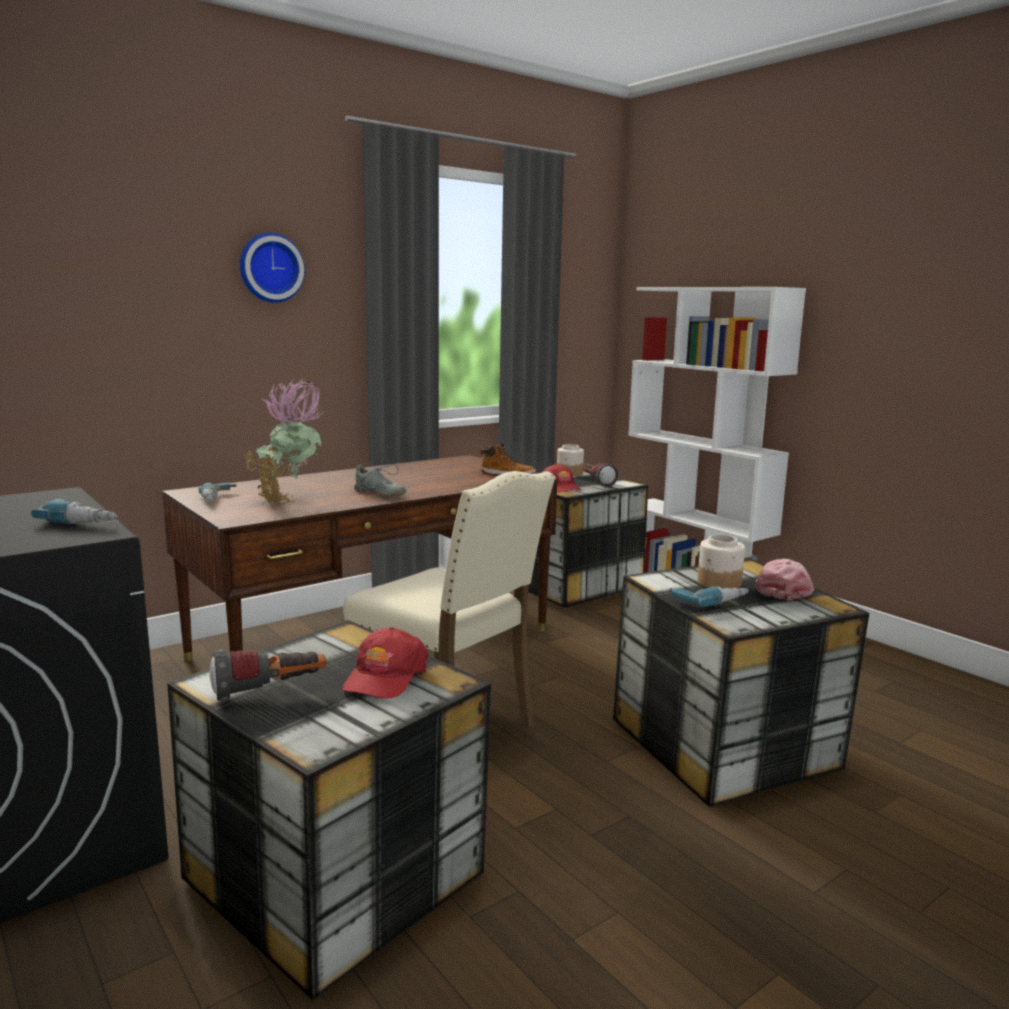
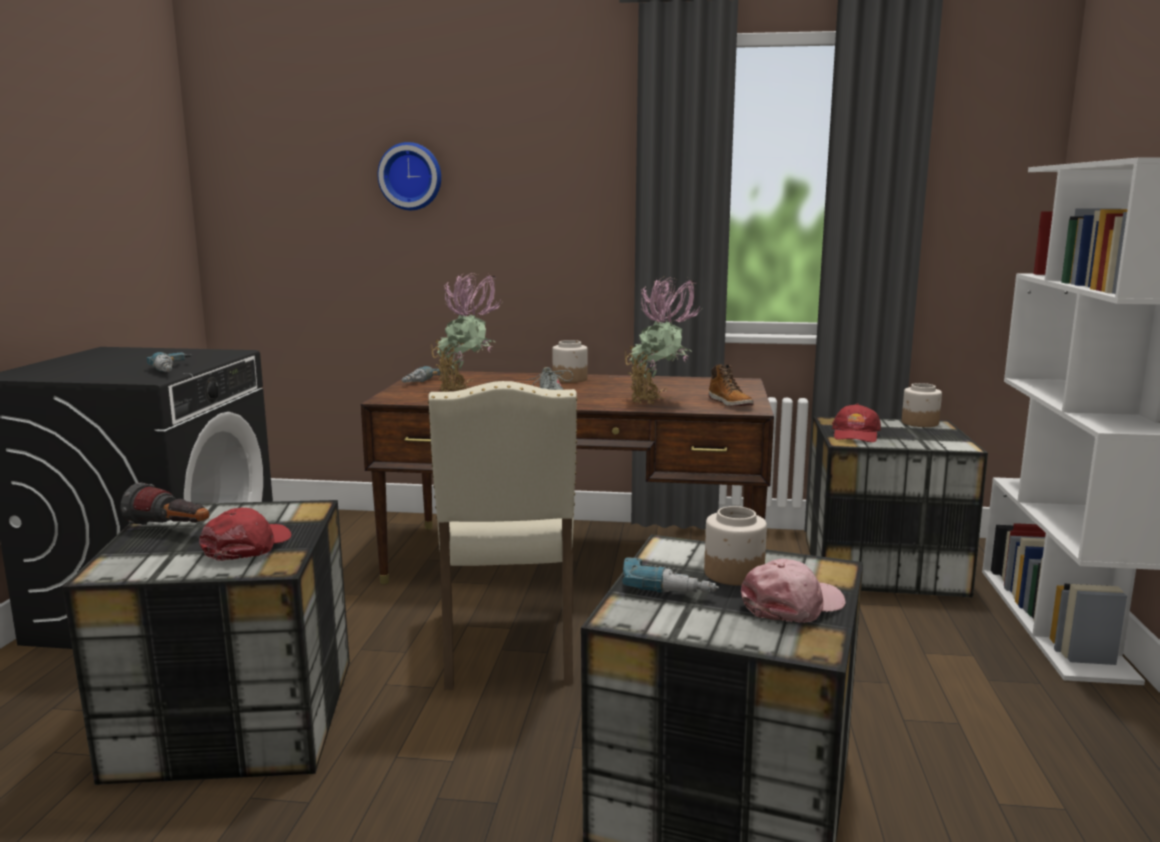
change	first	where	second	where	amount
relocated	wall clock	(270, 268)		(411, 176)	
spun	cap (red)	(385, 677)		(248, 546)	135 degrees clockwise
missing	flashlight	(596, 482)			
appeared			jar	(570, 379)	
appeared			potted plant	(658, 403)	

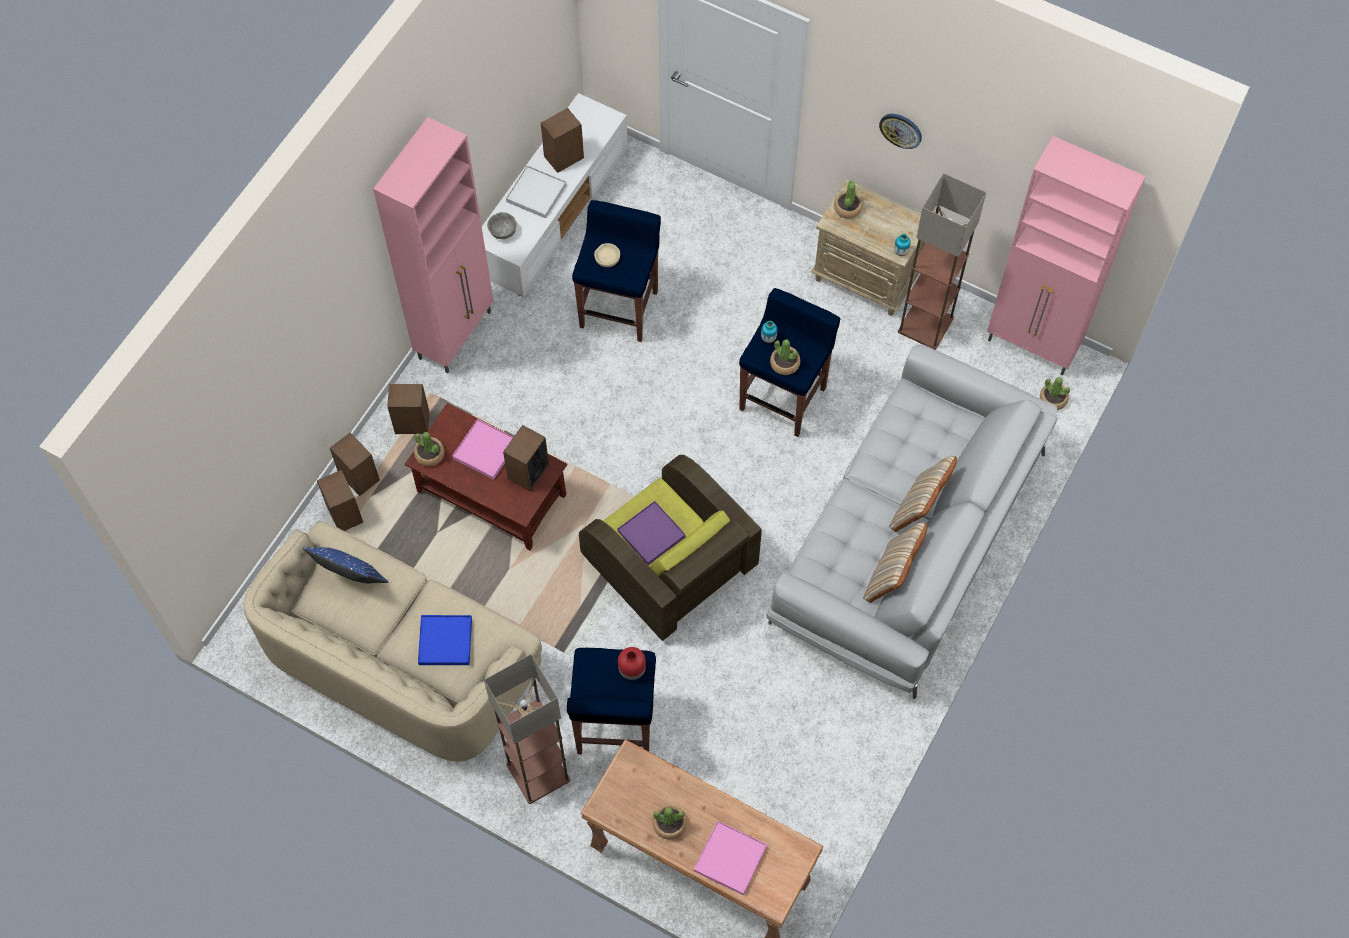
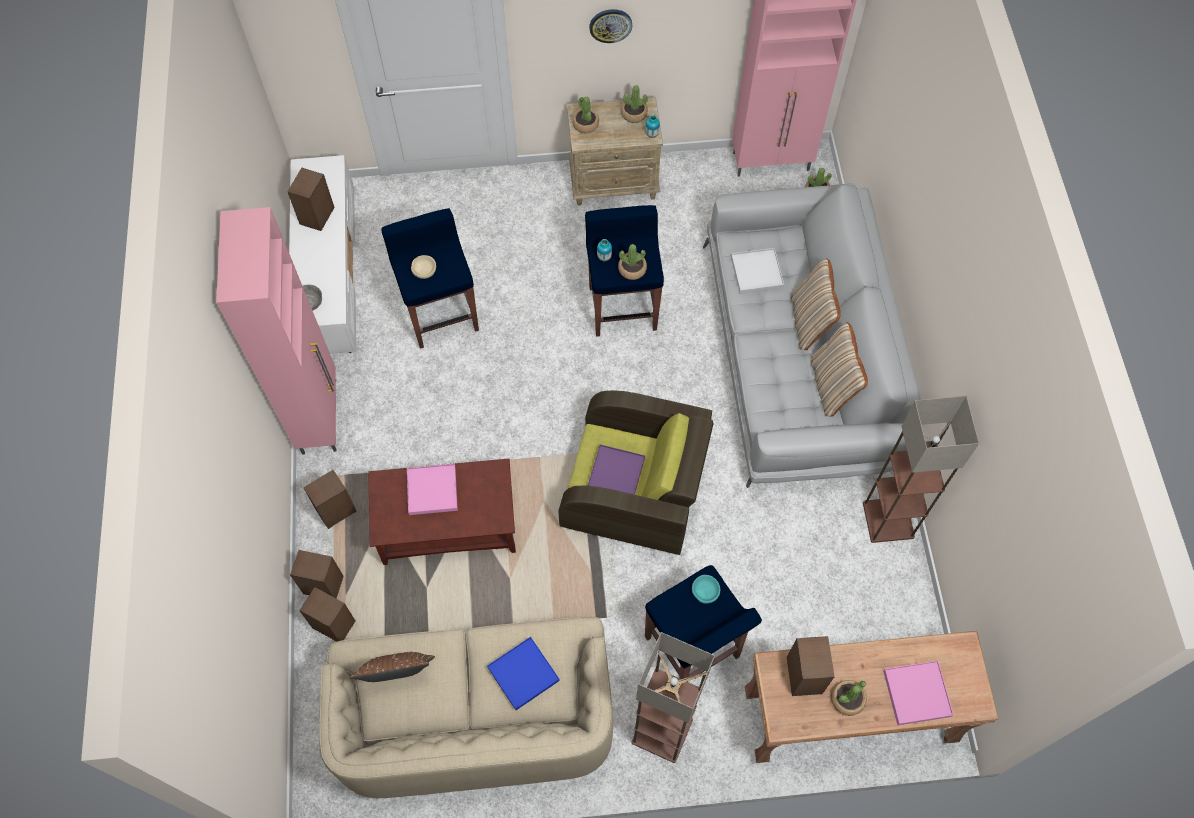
change	first	where	second	where	amount
colour	pillow (blue)	(351, 578)	pillow (brown)	(398, 675)	
relocated	potted plant	(429, 454)		(634, 114)	
relocated	speaker	(528, 472)		(804, 675)	
relocated	tray (white)	(536, 193)		(756, 272)	
exchanged	vase (red)	(631, 669)	bowl (turquoise)	(705, 590)	
relocated	floor lamp	(926, 326)		(889, 520)	

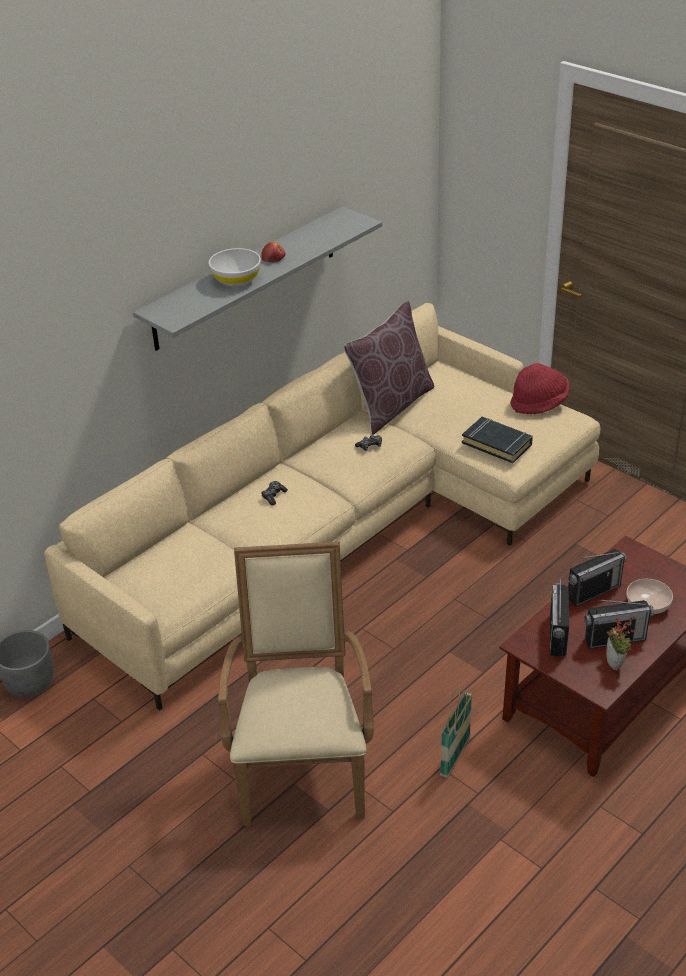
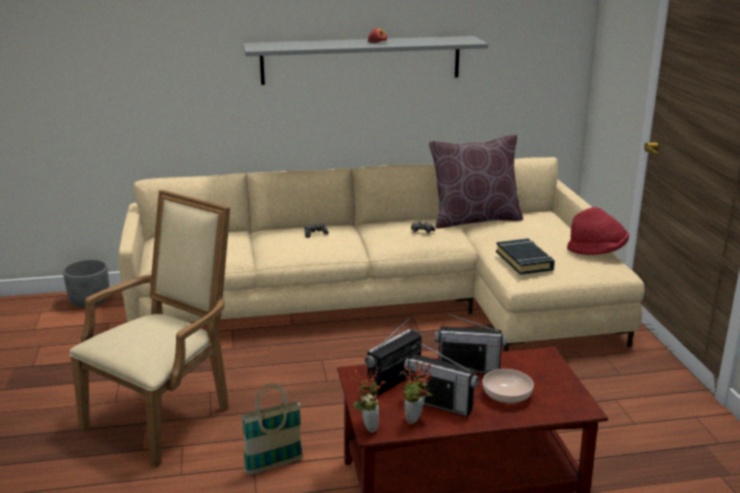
change	first	where	second	where	amount
missing	bowl (white)	(236, 280)			
appeared			potted plant	(367, 425)	

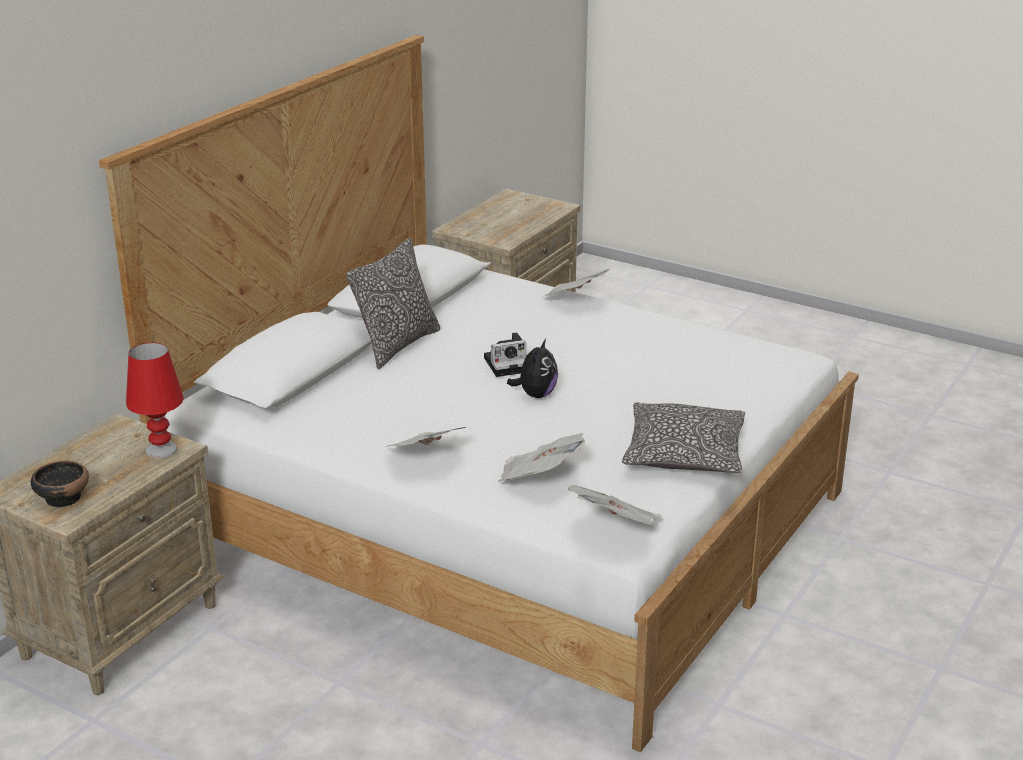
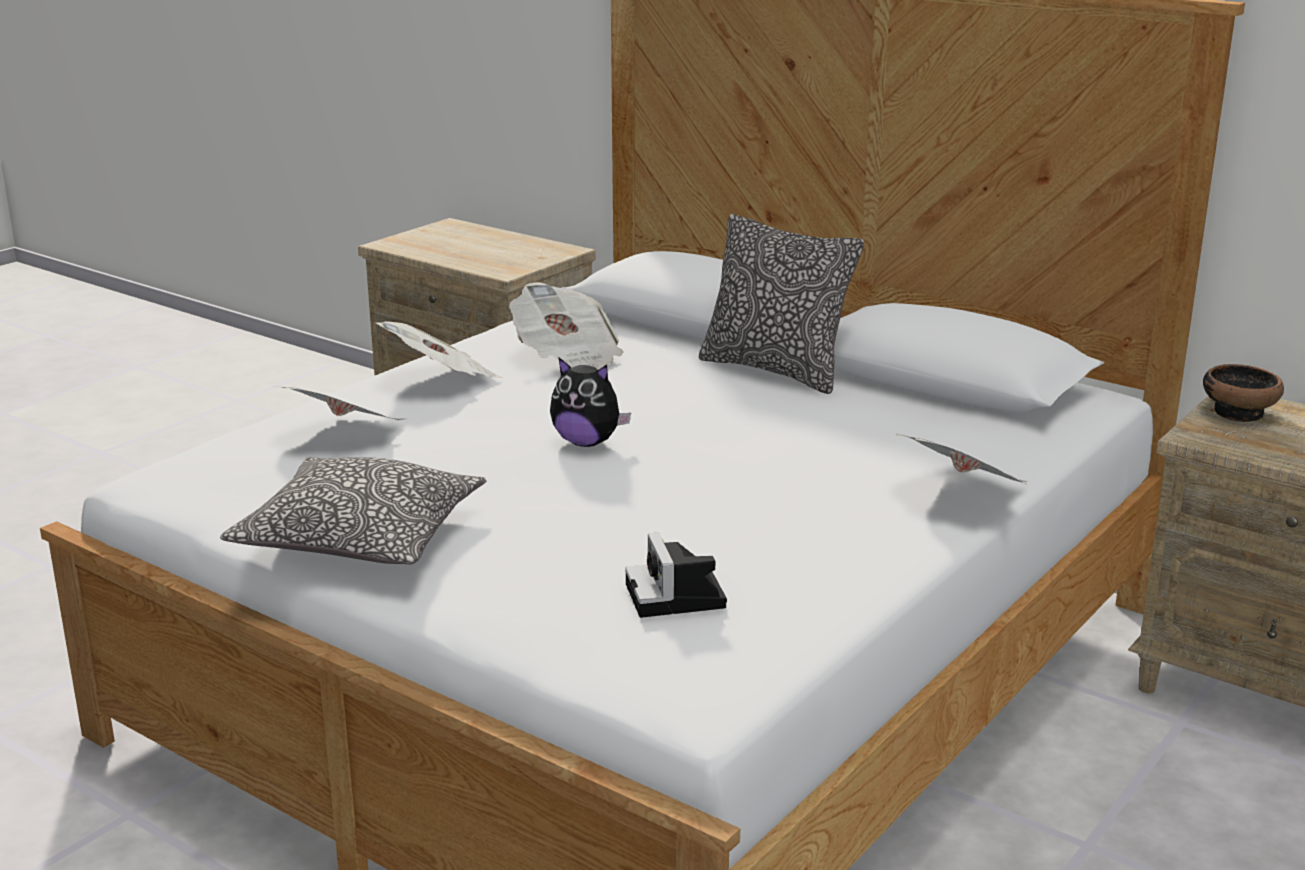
change	first	where	second	where	amount
relocated	bowl	(62, 497)		(1239, 412)	
missing	table lamp (red)	(161, 450)			
relocated	photo camera	(508, 364)		(677, 598)	
relocated	newspaper	(617, 527)		(567, 358)	

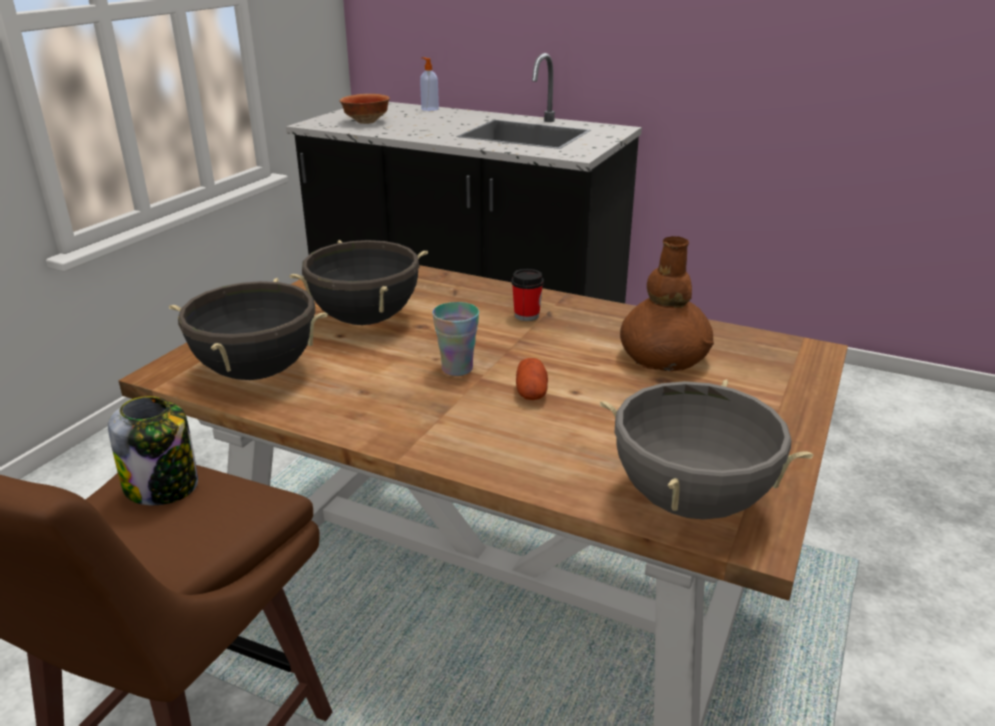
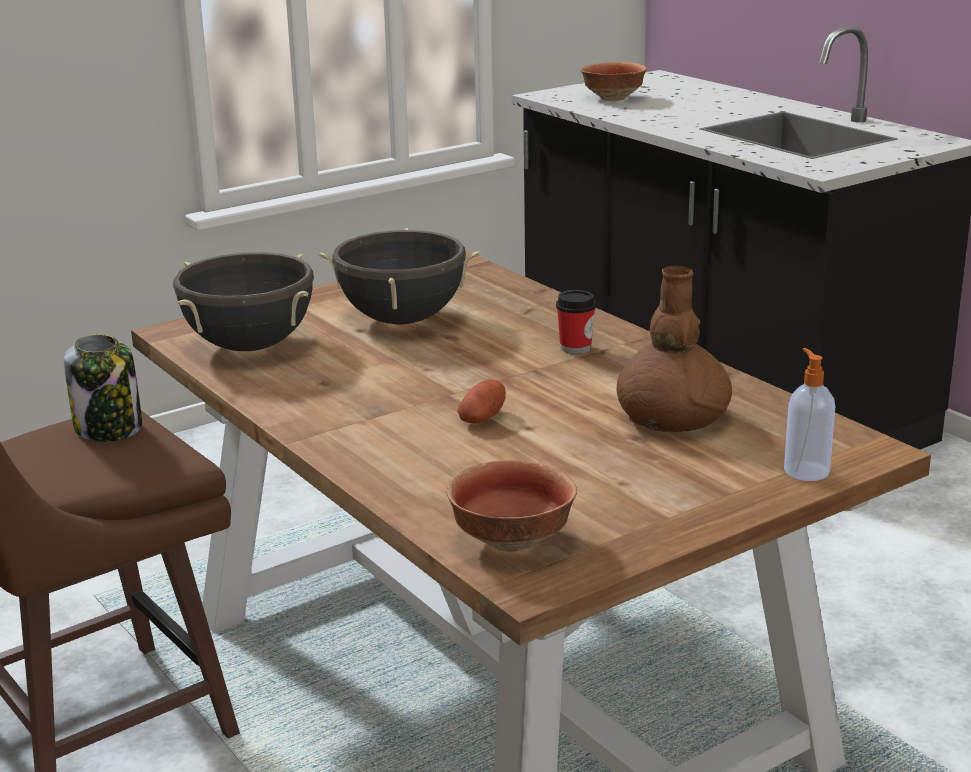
change	first	where	second	where	amount
relocated	soap dispenser	(429, 109)		(805, 470)	
missing	cup	(457, 368)			
exchanged	cooking pot (grey)	(690, 500)	bowl	(511, 540)	

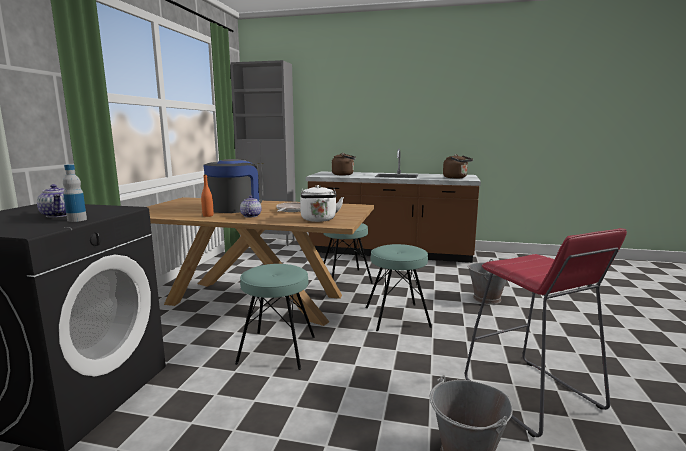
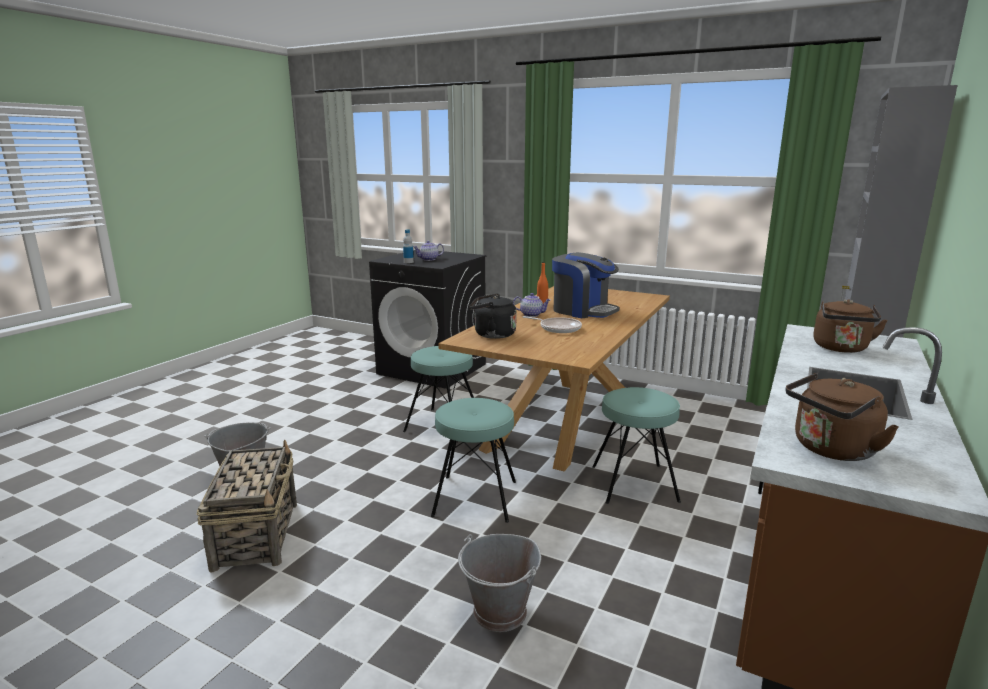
change	first	where	second	where	amount
colour	kettle (white)	(319, 220)	kettle (black)	(492, 334)	
exchanged	stool (red)	(531, 396)	basket	(257, 534)	

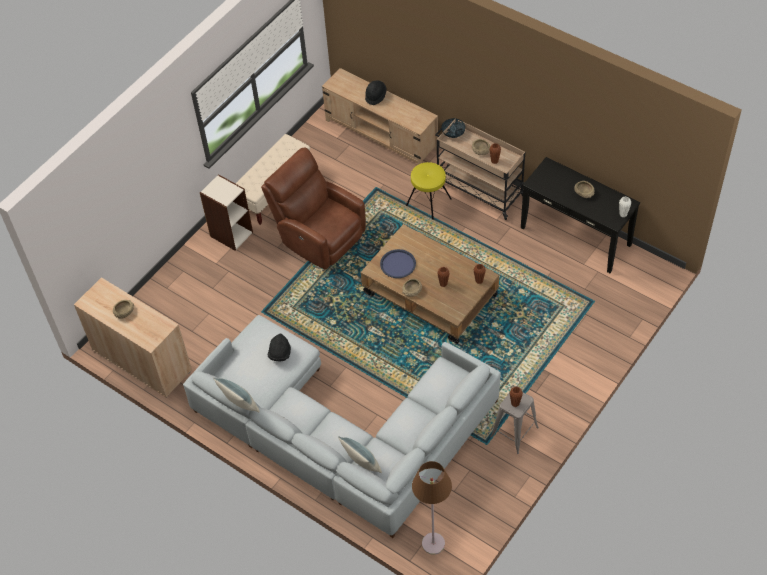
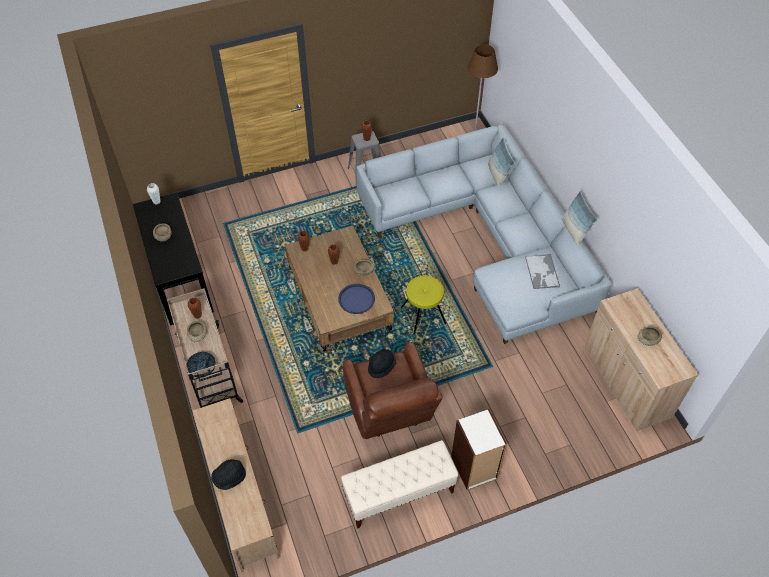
change	first	where	second	where	amount
relocated	hat (black)	(280, 353)		(381, 366)	
relocated	stool (yellow)	(429, 202)		(423, 315)	
appeared			tray	(542, 272)	

